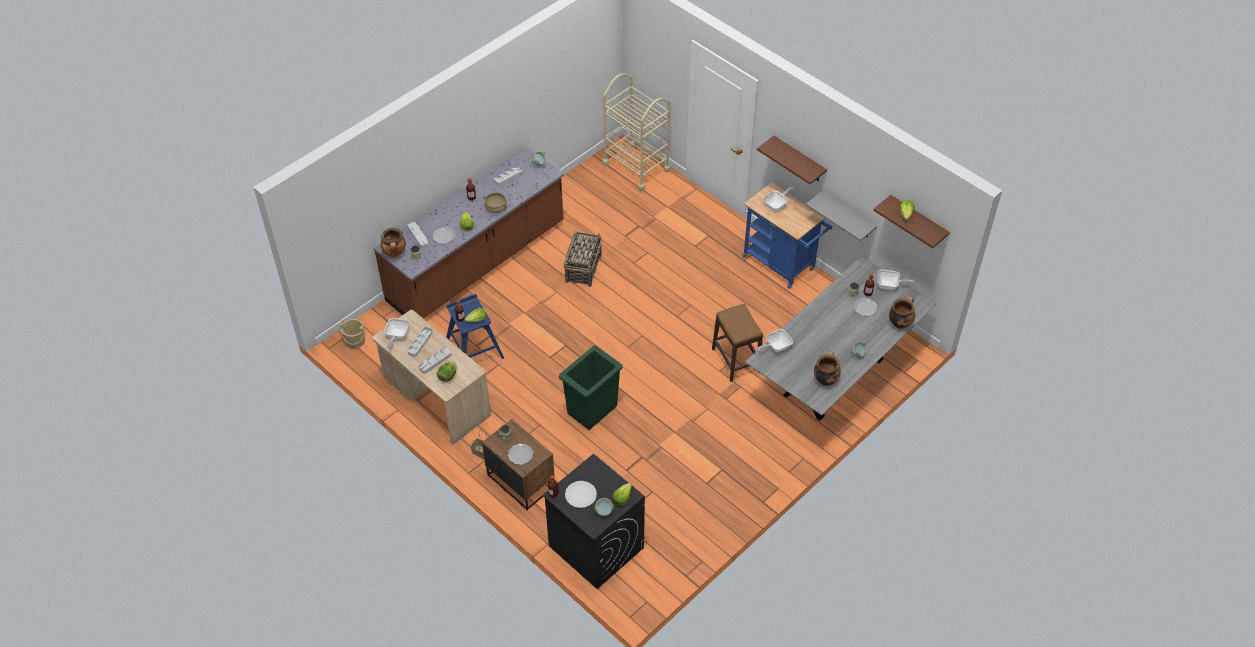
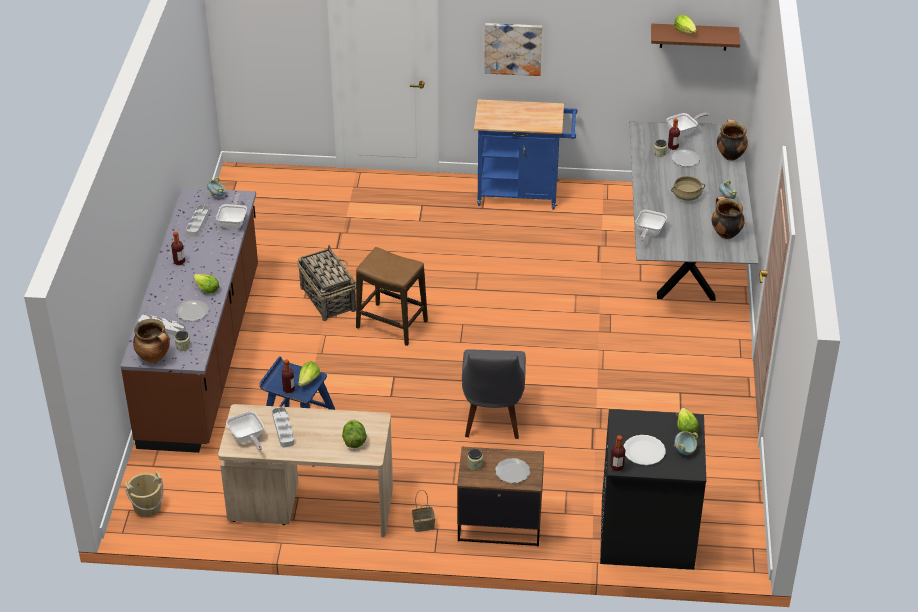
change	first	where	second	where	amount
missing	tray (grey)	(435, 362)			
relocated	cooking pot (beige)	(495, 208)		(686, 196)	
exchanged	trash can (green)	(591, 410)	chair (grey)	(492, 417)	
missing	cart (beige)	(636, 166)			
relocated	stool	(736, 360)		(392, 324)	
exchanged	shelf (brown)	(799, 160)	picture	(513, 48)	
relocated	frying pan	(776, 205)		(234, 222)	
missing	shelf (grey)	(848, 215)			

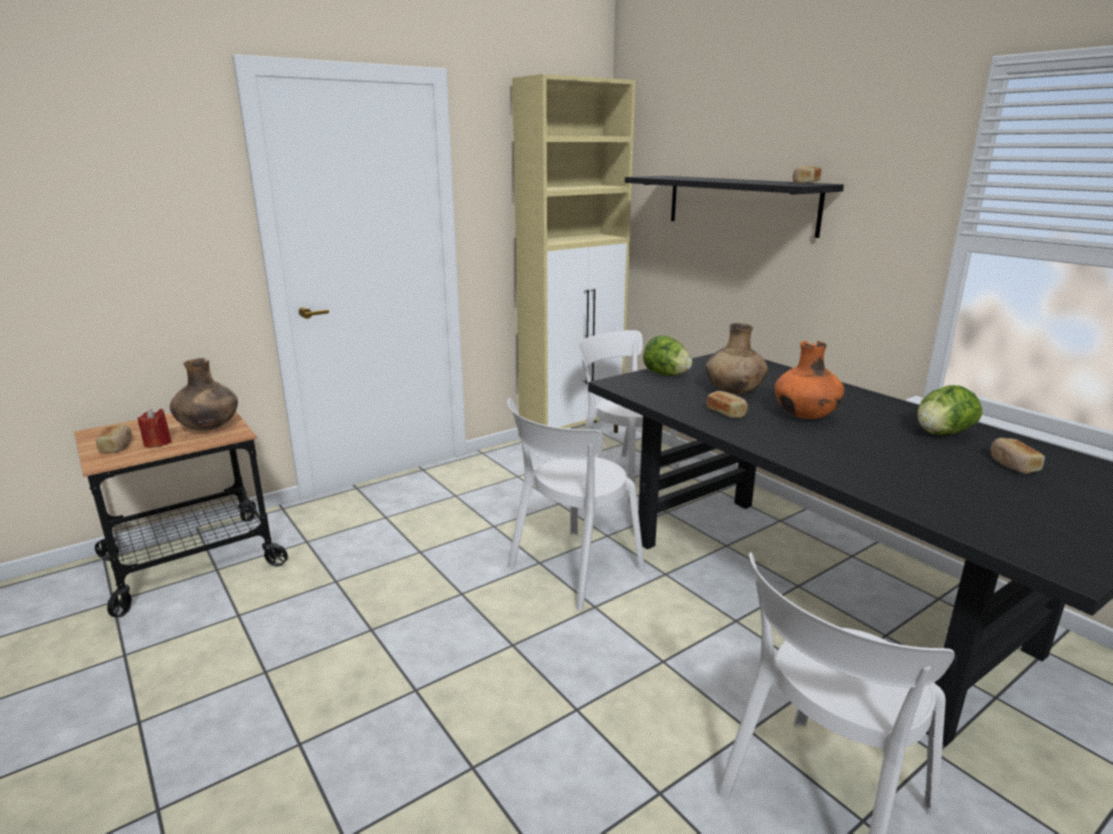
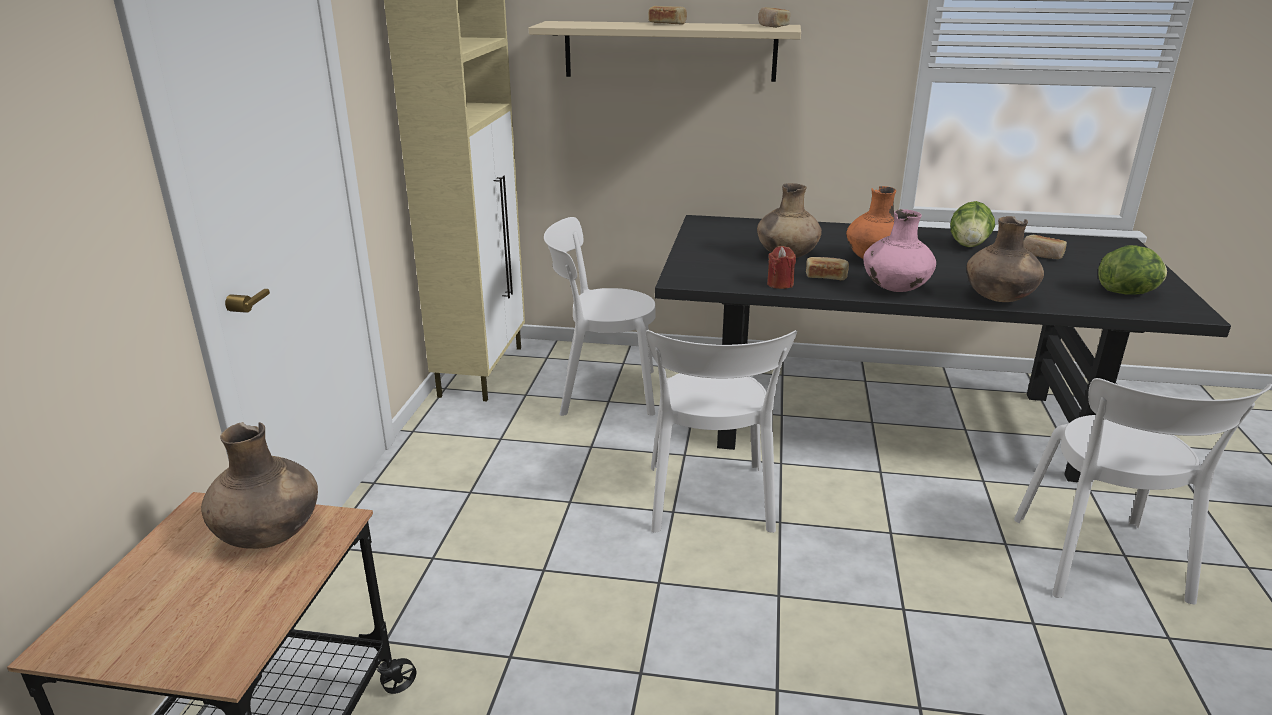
change	first	where	second	where	amount
relocated	bread	(117, 446)		(667, 24)	
relocated	candle (red)	(157, 443)		(780, 284)	
colour	shelf (black)	(740, 204)	shelf (beige)	(669, 51)	
relocated	lettuce	(665, 375)		(1128, 293)	
appeared			vase (pink)	(894, 289)	
appeared			vase (brown)	(999, 299)	

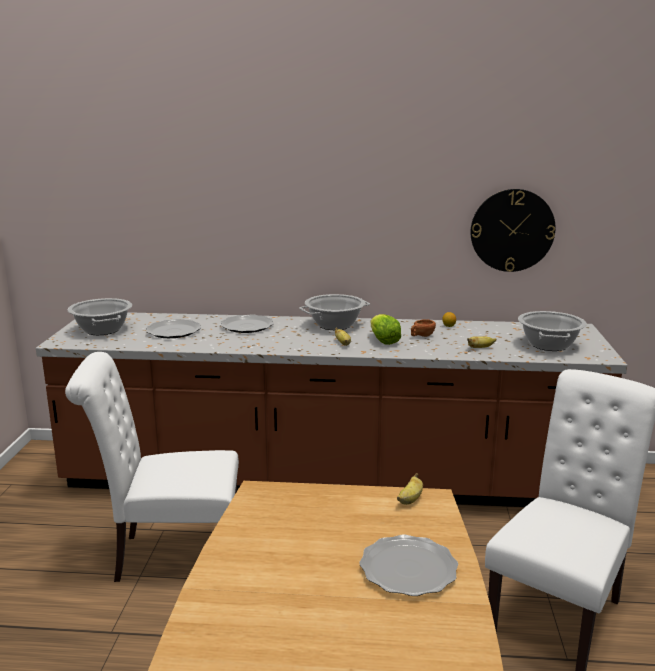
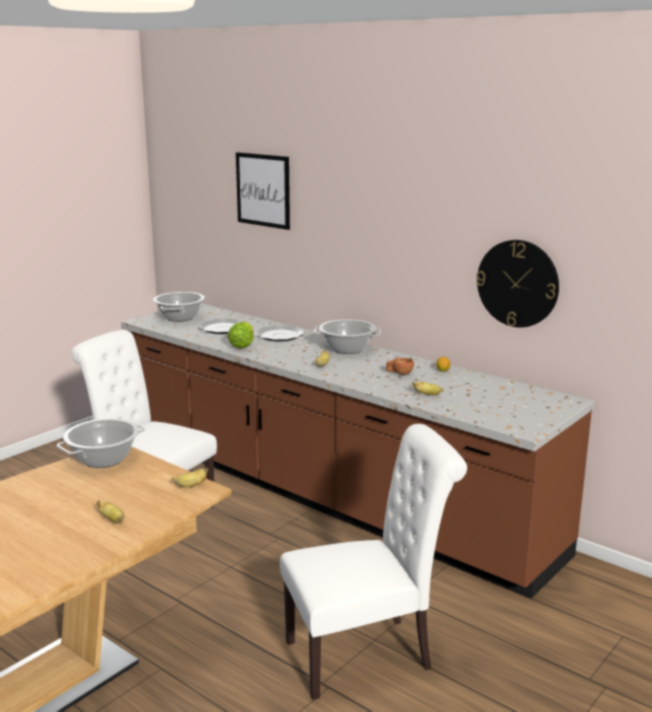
change	first	where	second	where	amount
exchanged	plate	(407, 569)	banana	(113, 520)	
relocated	lettuce	(383, 341)		(242, 345)	
relocated	cooking pot	(549, 345)		(104, 459)	
appeared			picture	(263, 190)	

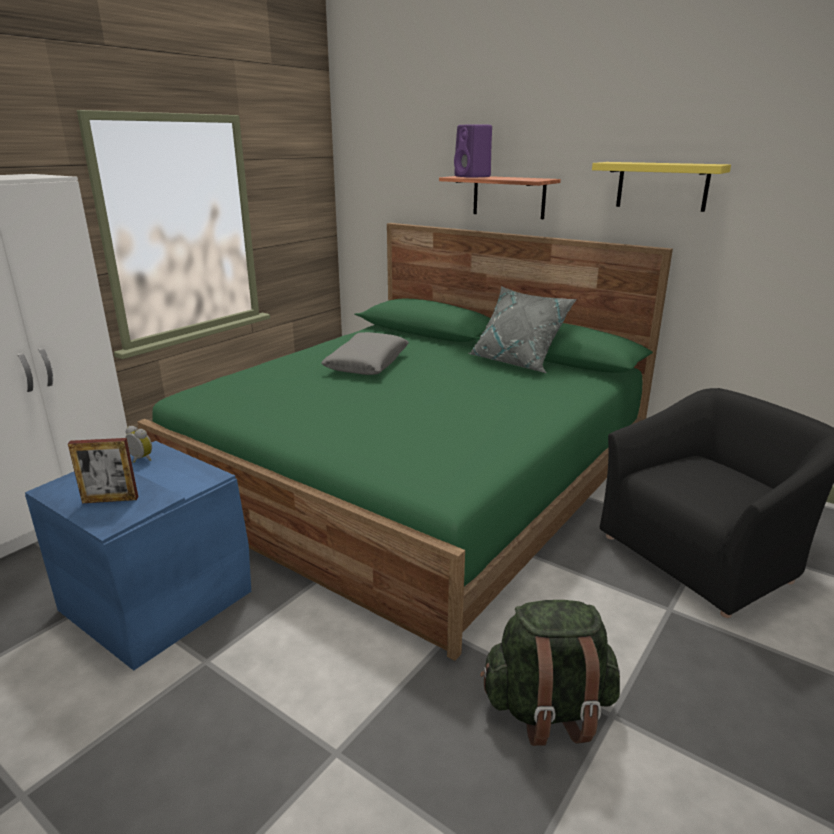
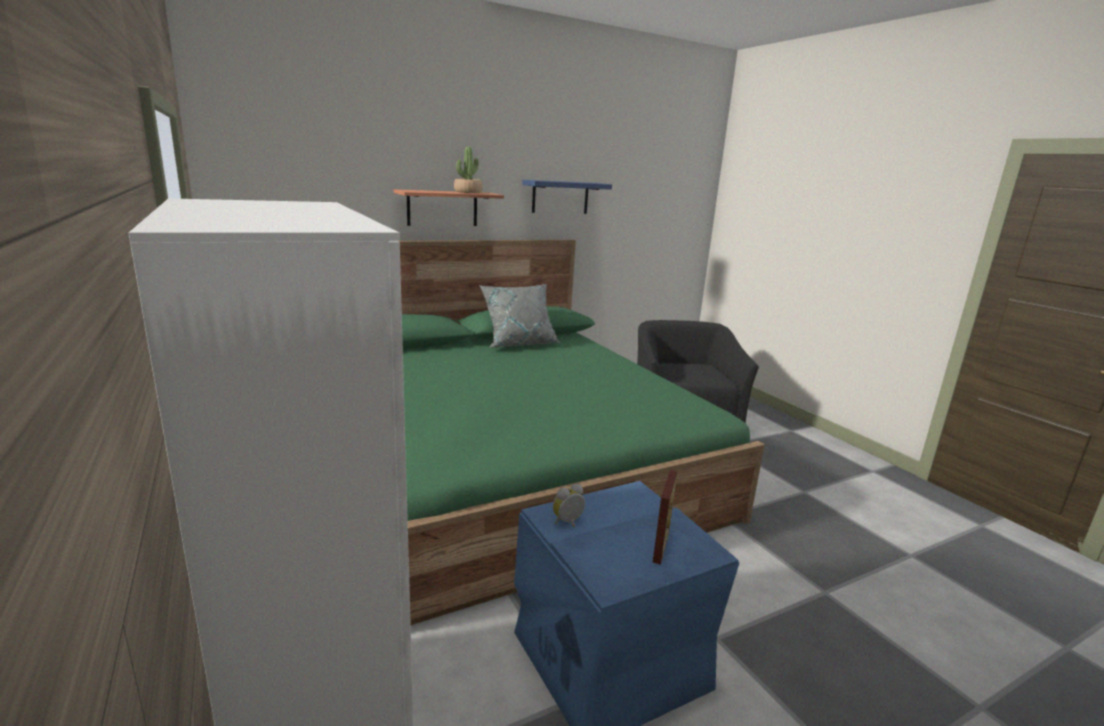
change	first	where	second	where	amount
missing	pillow (grey)	(367, 364)			
missing	speaker (purple)	(473, 176)			
missing	backpack (green)	(548, 709)			
colour	shelf (yellow)	(662, 186)	shelf (blue)	(560, 197)	
appeared			potted plant	(468, 192)	

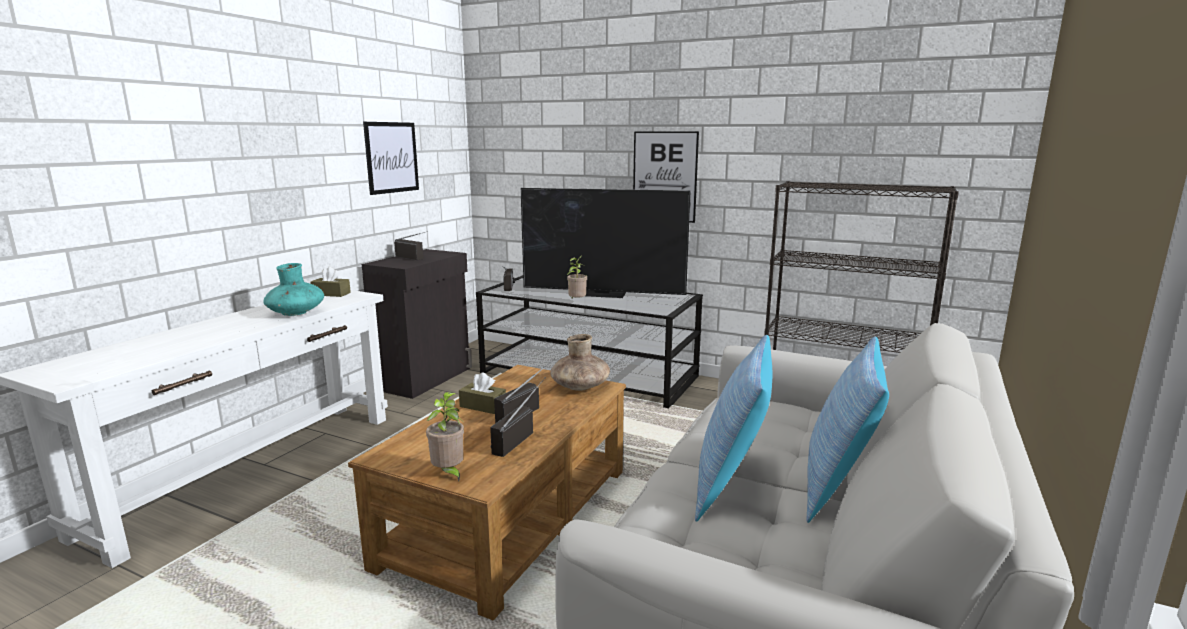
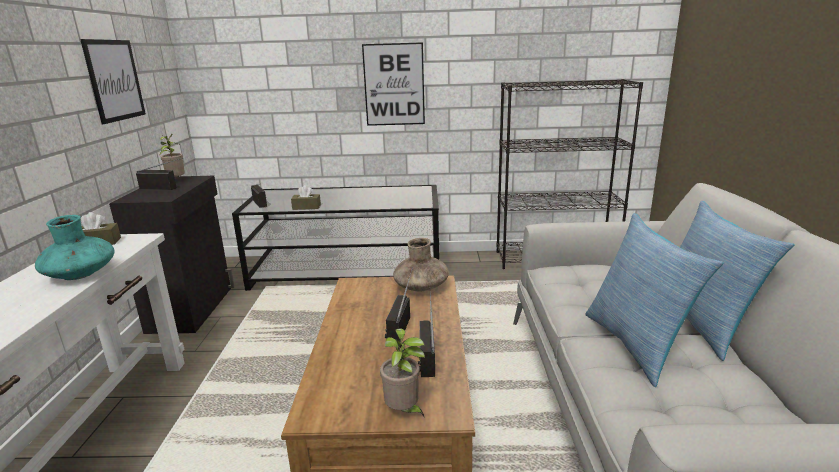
change	first	where	second	where	amount
relocated	tissue box (brown)	(483, 406)		(306, 207)	
missing	television	(603, 294)			
relocated	potted plant	(577, 302)		(176, 181)	

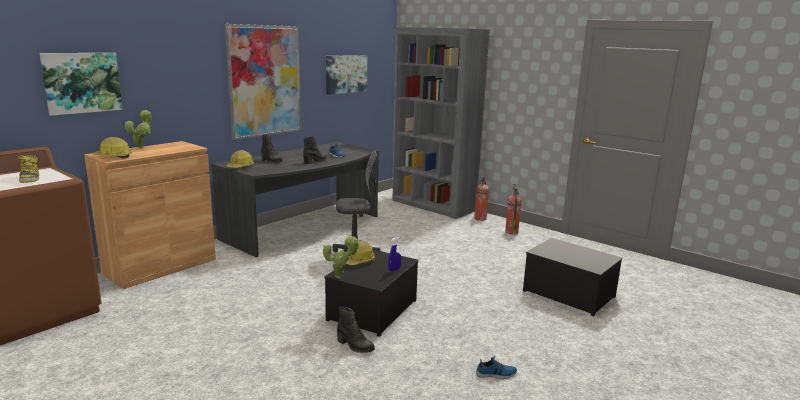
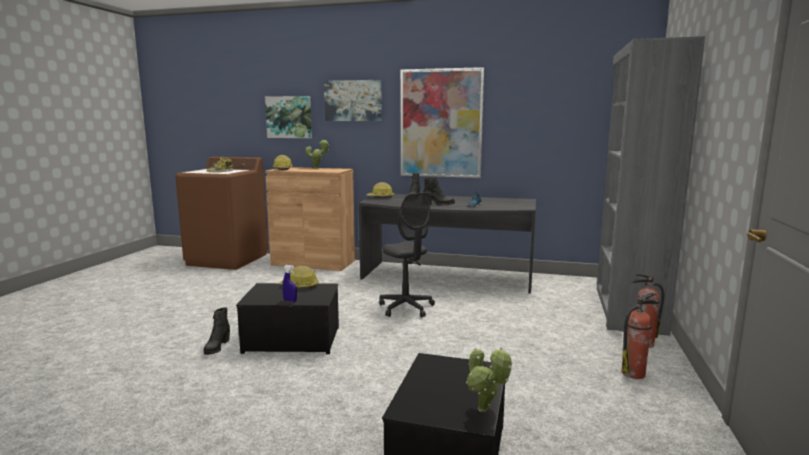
change	first	where	second	where	amount
relocated	potted plant	(340, 276)		(485, 411)	
relocated	picture	(346, 74)		(353, 100)	
missing	shoe	(496, 374)			

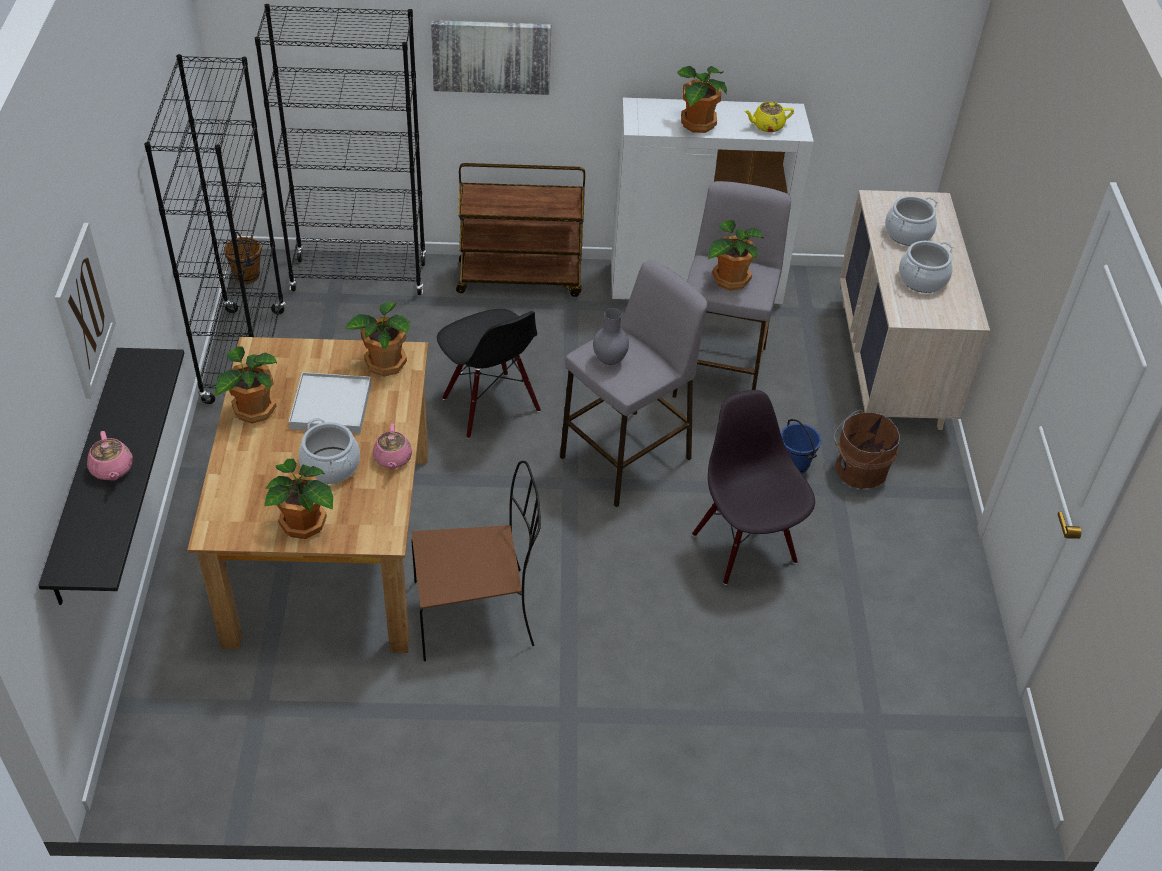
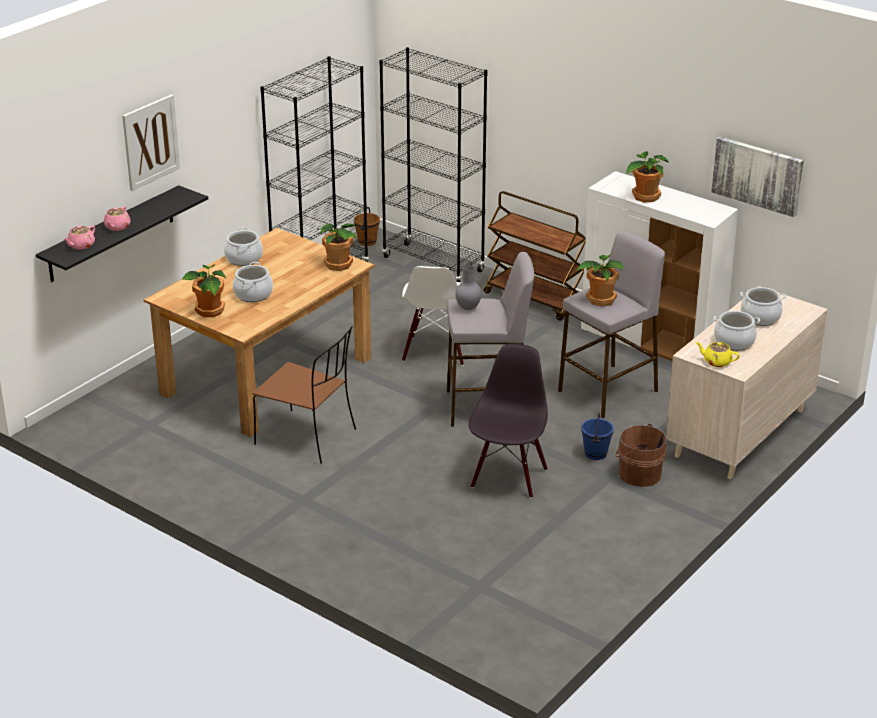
change	first	where	second	where	amount
exchanged	potted plant	(253, 410)	cooking pot	(244, 258)	
missing	tray (white)	(331, 406)			
relocated	teapot (pink)	(392, 459)		(81, 245)	
relocated	picture	(491, 56)		(757, 175)	
colour	chair (black)	(490, 405)	chair (white)	(435, 351)	
relocated	teapot (yellow)	(767, 126)		(716, 362)	

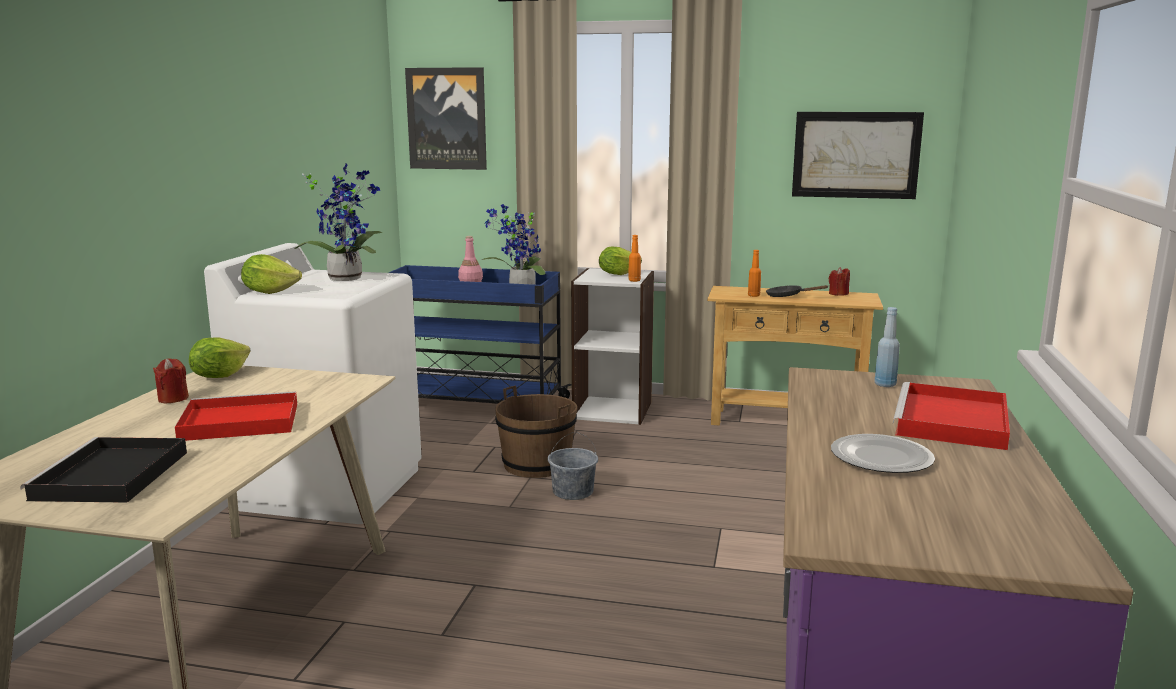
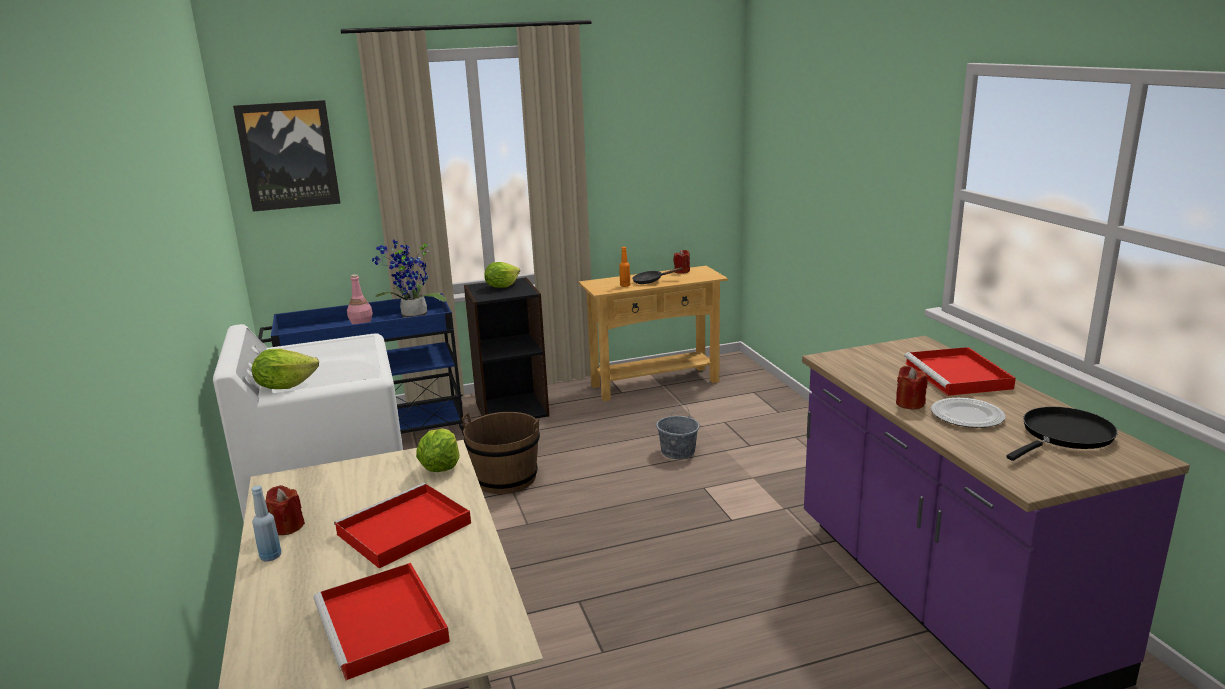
change	first	where	second	where	amount
colour	tray (black)	(110, 476)	tray (red)	(383, 625)	
relocated	lettuce	(219, 376)		(440, 467)	
missing	potted plant	(347, 278)			
relocated	bucket (grey)	(573, 491)		(678, 451)	
colour	bookcase (white)	(613, 410)	bookcase (black)	(511, 409)	
missing	bottle (orange)	(634, 280)			
missing	picture	(855, 155)			
relocated	bottle (blue)	(885, 384)		(270, 556)	
appeared			candle (red)	(909, 403)	
appeared			frying pan (black)	(1064, 435)	

